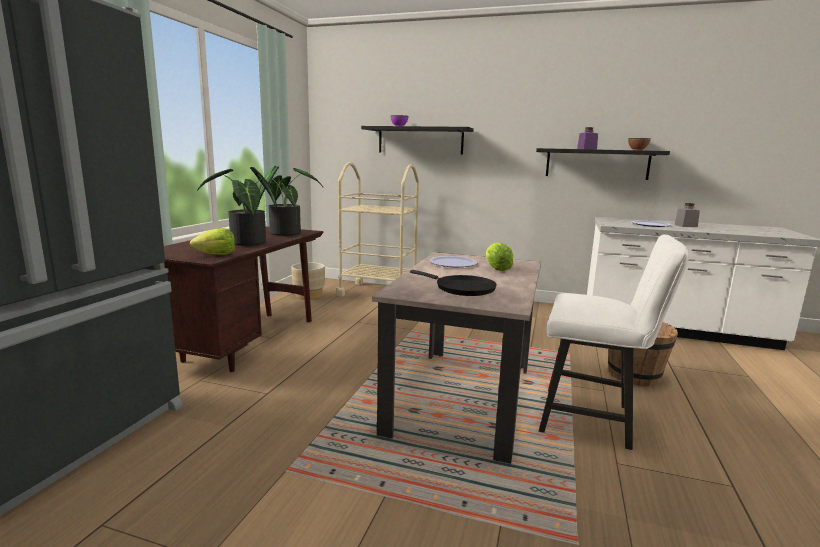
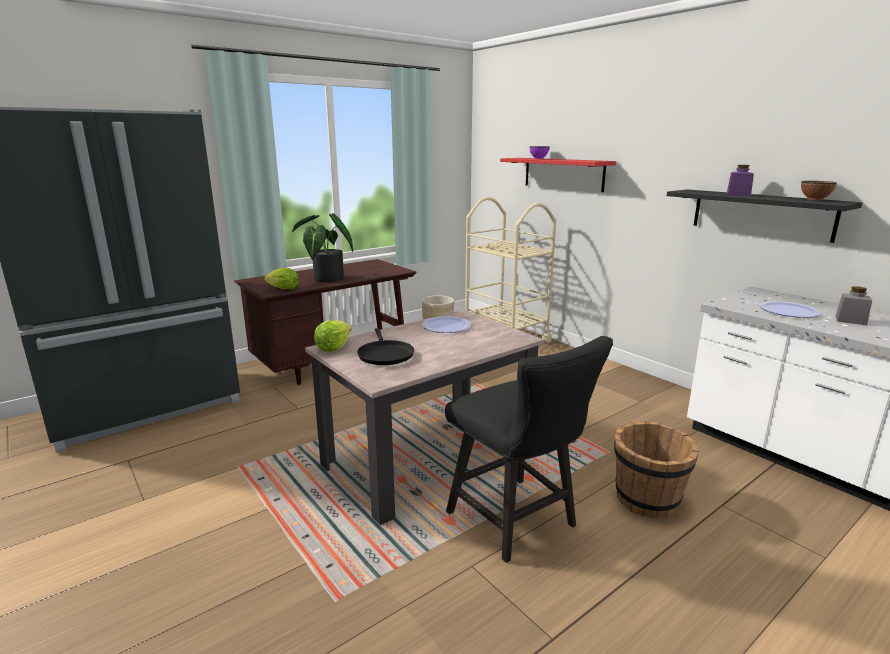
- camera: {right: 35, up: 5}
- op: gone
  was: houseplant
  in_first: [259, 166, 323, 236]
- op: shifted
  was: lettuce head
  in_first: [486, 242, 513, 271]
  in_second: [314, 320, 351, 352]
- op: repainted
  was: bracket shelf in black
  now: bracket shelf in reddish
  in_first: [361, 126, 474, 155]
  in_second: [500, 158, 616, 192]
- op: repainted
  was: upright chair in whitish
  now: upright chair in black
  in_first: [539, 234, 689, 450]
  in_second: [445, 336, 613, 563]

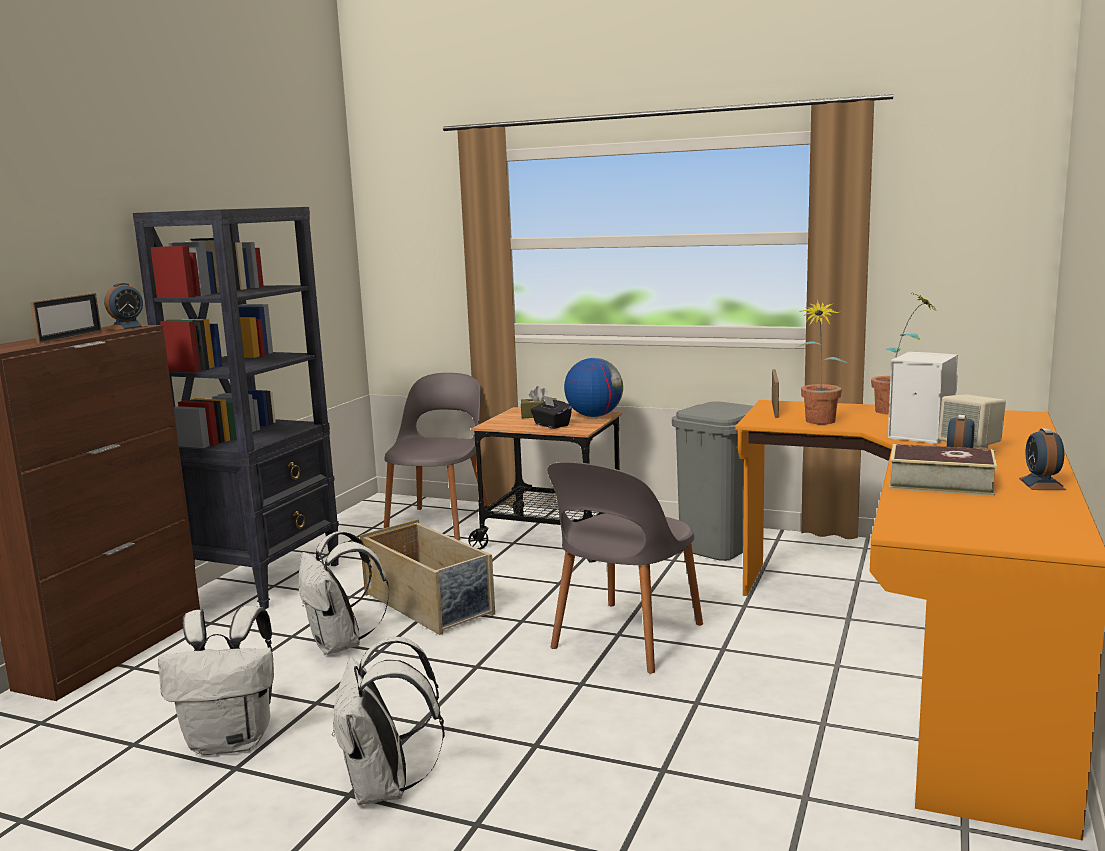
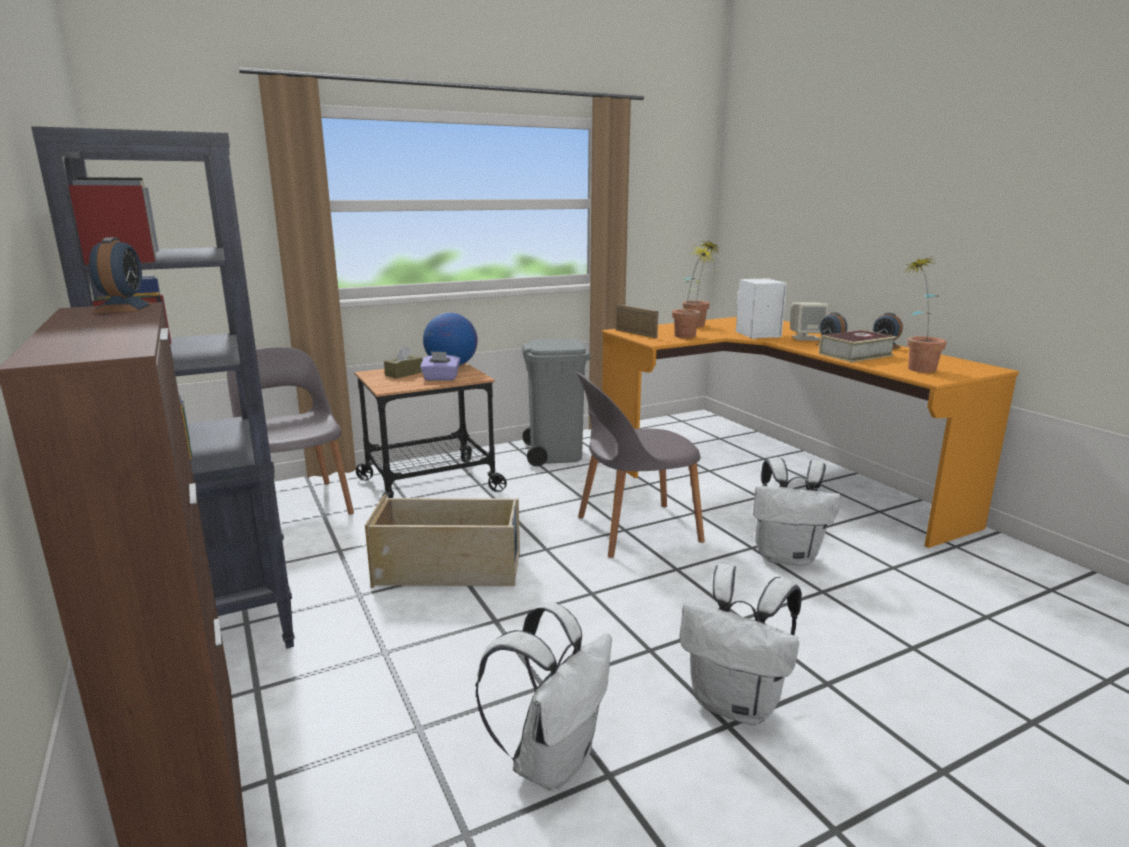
- camera: {right: -50, up: 5}
- op: gone
  was: standing frame
  in_first: [30, 293, 101, 344]
- op: new
  now: houseplant
  in_second: [906, 256, 947, 373]
- op: shifted
  was: backpack in whitish
  in_first: [299, 531, 390, 655]
  in_second: [753, 457, 841, 566]
- op: repainted
  was: tissue box in black
  now: tissue box in purple-coloured
  in_first: [530, 395, 572, 429]
  in_second: [420, 351, 460, 381]
- op: rotated
  was: upright chair in gray
  in_first: [548, 462, 703, 674]
  in_second: [576, 372, 705, 558]
  clockwise: 90

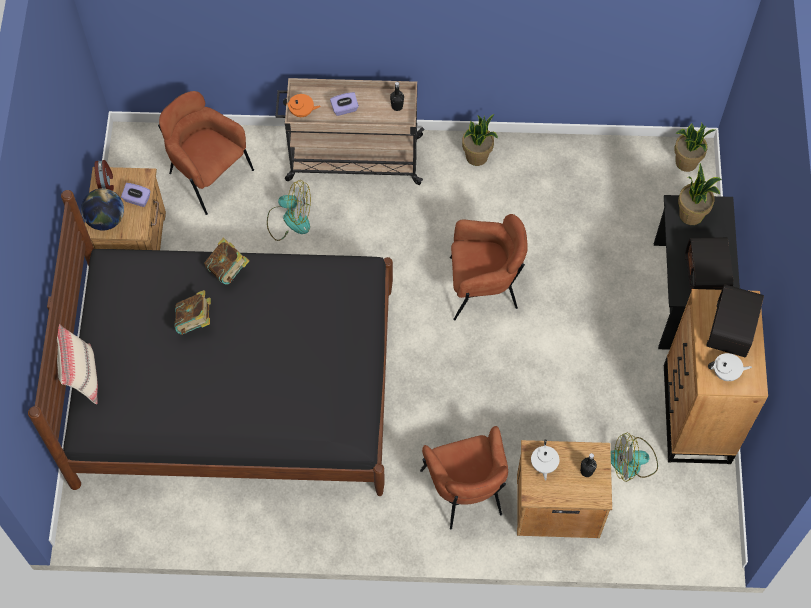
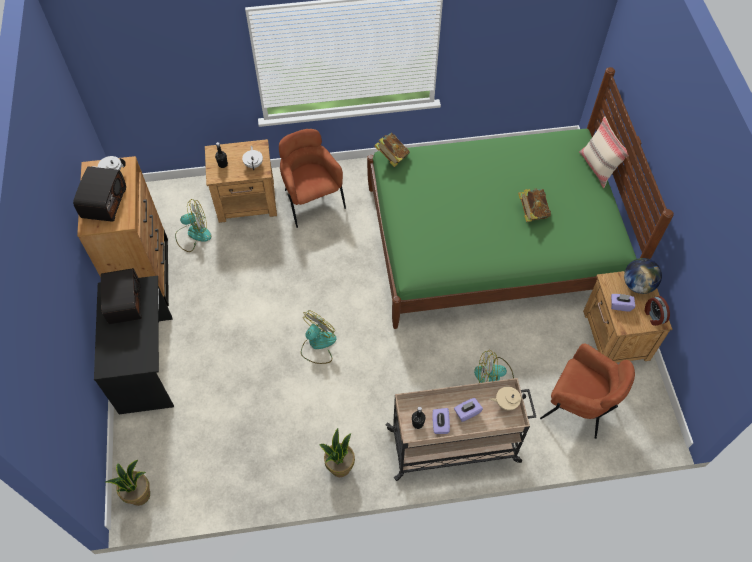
- camera: {right: 170, up: -5}
- op: gone
  was: houseplant
  in_first: [678, 163, 722, 225]
- op: new
  now: tissue box in purple-coloured
  in_second: [433, 408, 450, 434]
- op: shifted
  was: volume
  in_first: [204, 238, 250, 284]
  in_second: [374, 133, 410, 167]
- op: swapped
  was: lounge chair in brown-coloured
  now: cooling fan
  in_first: [450, 214, 528, 320]
  in_second: [301, 310, 337, 364]
- op: repainted
  was: bed in black
  now: bed in greenish
  in_first: [28, 190, 393, 496]
  in_second: [367, 67, 674, 329]
- op: repainted
  was: teapot in orangey
  now: teapot in beige-coloured
  in_first: [283, 94, 321, 118]
  in_second: [489, 387, 526, 410]

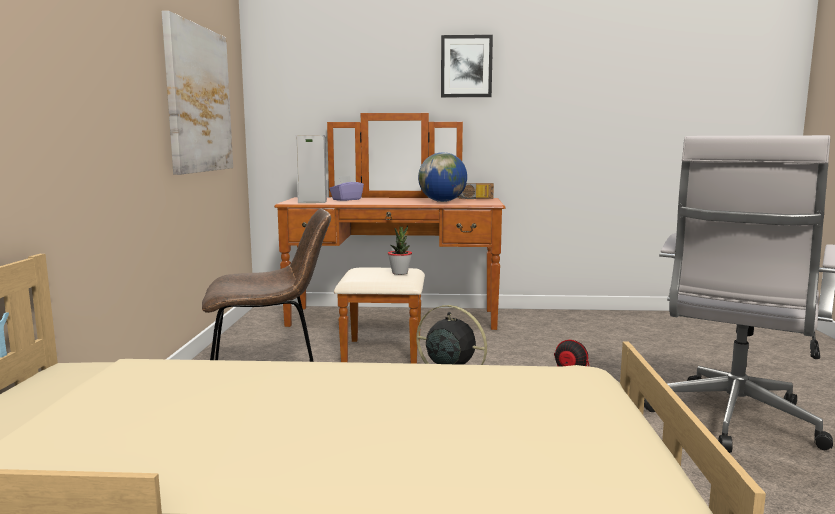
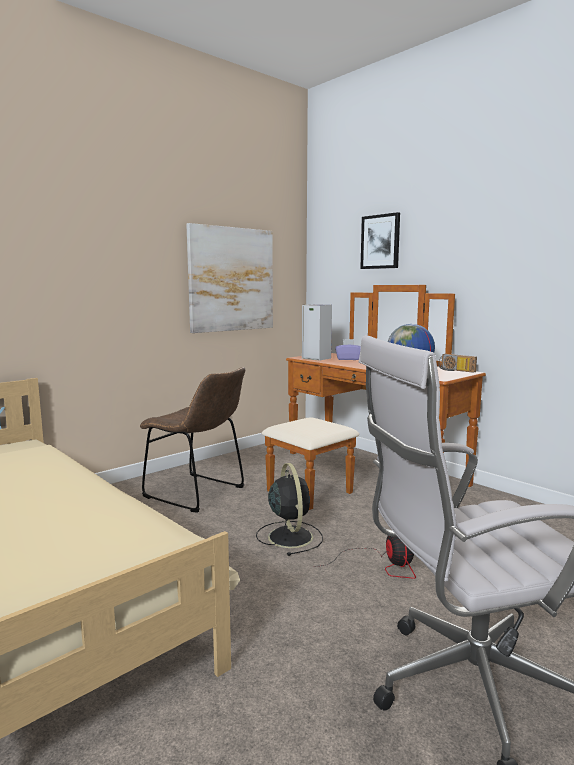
- camera: {right: 45, up: 0}
- op: gone
  was: houseplant
  in_first: [388, 225, 412, 275]
- op: shifted
  was: wall picture
  in_first: [441, 35, 493, 97]
  in_second: [360, 212, 400, 269]

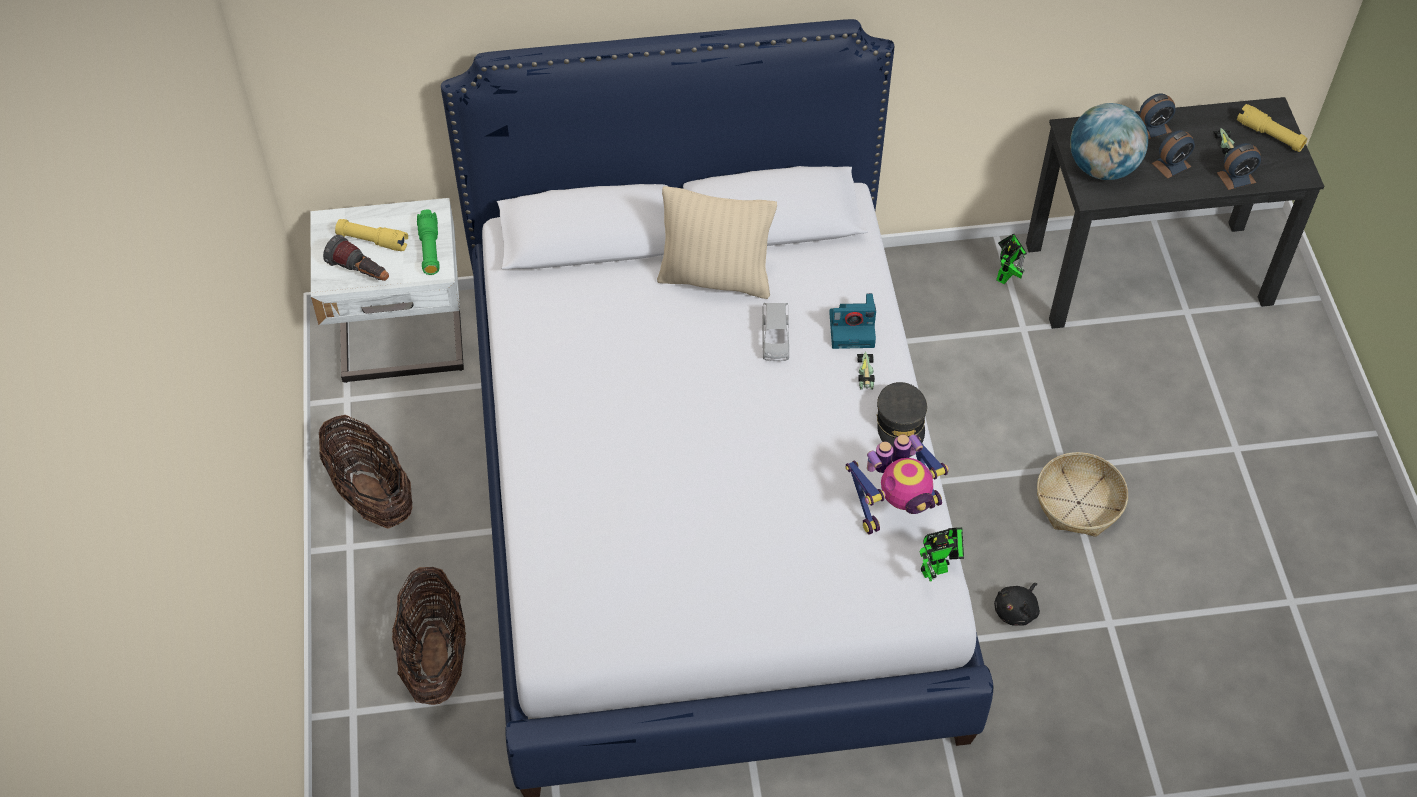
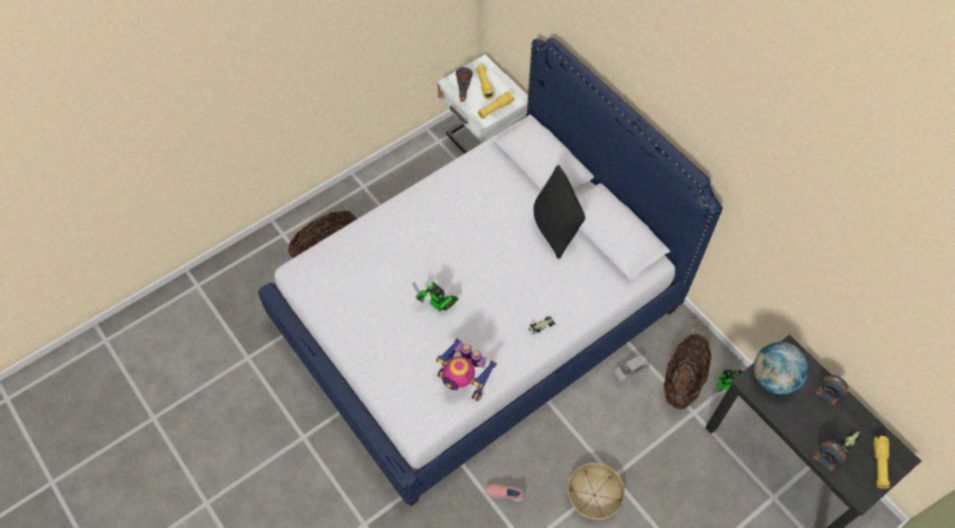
- camera: {right: 60, up: 5}
- op: gone
  was: photo camera
  in_first: [829, 293, 876, 349]
- op: gone
  was: baseball cap in gray
  in_first: [876, 382, 927, 457]
- op: gone
  was: bedside clock
  in_first: [1152, 130, 1195, 179]
- op: shifted
  was: basket
  in_first: [319, 415, 412, 529]
  in_second: [664, 334, 712, 410]
- op: shifted
  was: model car in gray
  in_first: [762, 303, 789, 361]
  in_second: [613, 354, 650, 383]
- op: shifted
  was: model robot
  in_first: [919, 527, 964, 582]
  in_second: [413, 282, 459, 312]
- op: swapped
  was: cuddly toy in black
  now: shoe in pink
  in_first: [994, 583, 1040, 625]
  in_second: [485, 484, 524, 501]
- op: repainted
  was: flashlight in greenish
  now: flashlight in yellow
  in_first: [417, 210, 440, 275]
  in_second: [478, 92, 514, 119]
- op: repainted
  was: throw pillow in beige-coloured
  now: throw pillow in black
  in_first: [657, 186, 777, 299]
  in_second: [533, 165, 585, 259]

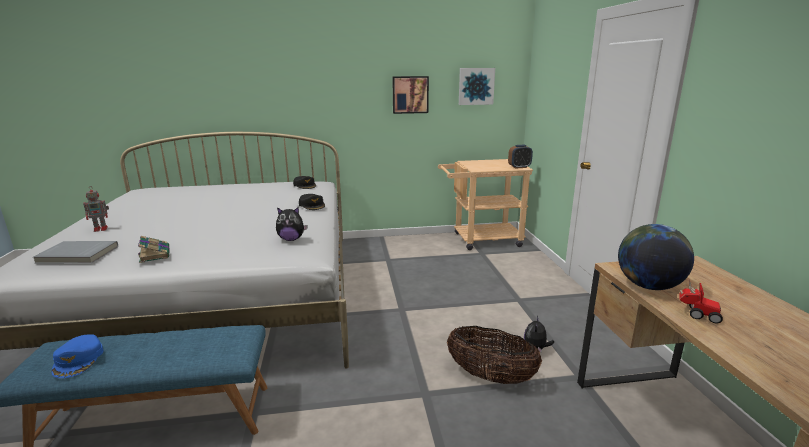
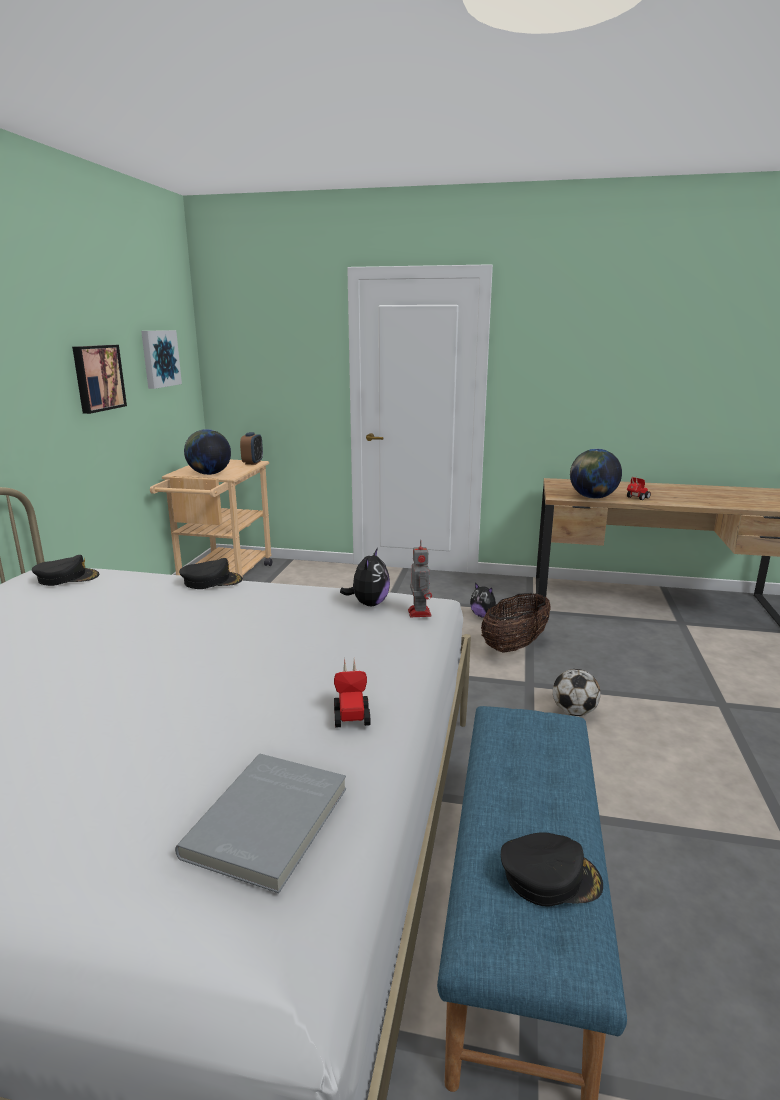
- camera: {right: -70, up: 0}
- op: new
  now: world globe
  in_second: [184, 429, 231, 475]
- op: new
  now: football
  in_second: [553, 669, 601, 716]
- op: shifted
  was: model robot
  in_first: [83, 186, 109, 232]
  in_second: [408, 540, 432, 617]
- op: swapped
  was: volume
  now: model car
  in_first: [138, 236, 170, 263]
  in_second: [334, 659, 370, 728]
- op: repainted
  was: baseball cap in blue
  now: baseball cap in black
  in_first: [52, 334, 103, 378]
  in_second: [501, 832, 603, 907]

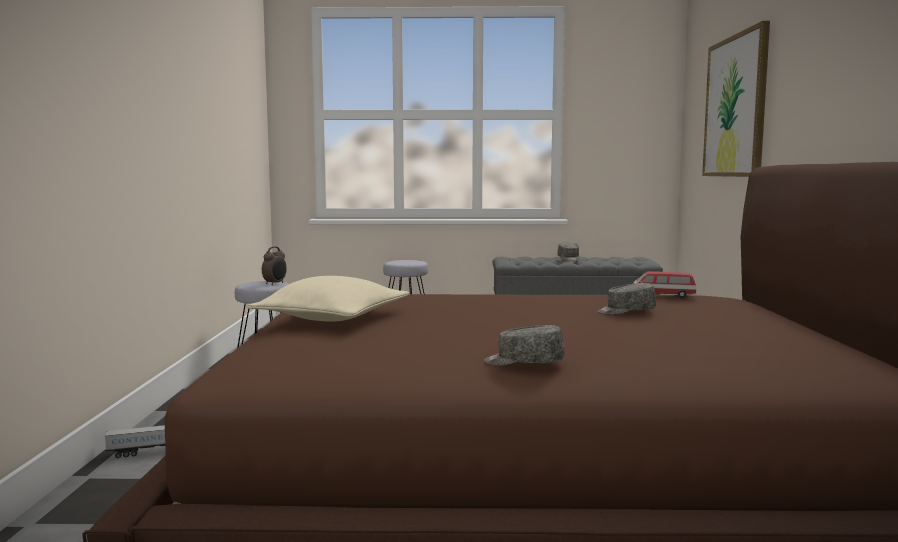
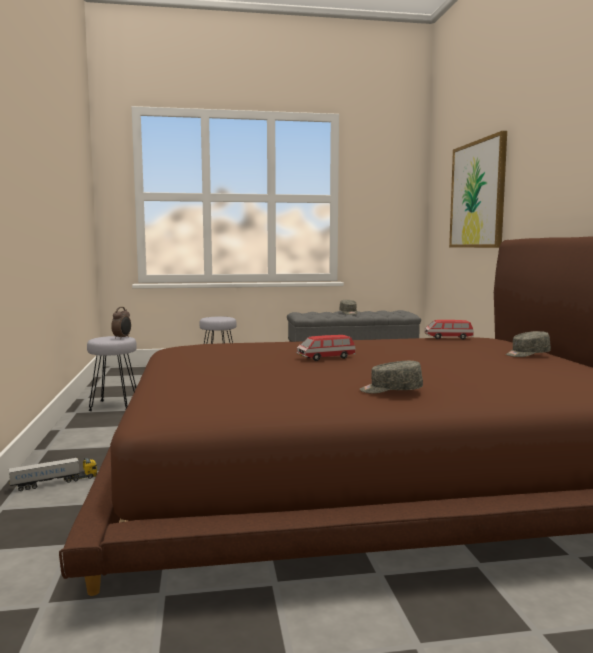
- camera: {right: -10, up: 0}
- op: gone
  was: throw pillow in beige-coloured
  in_first: [247, 276, 409, 322]
- op: new
  now: model car
  in_second: [296, 335, 356, 361]
- op: shifted
  was: baseball cap in gray
  in_first: [597, 283, 656, 315]
  in_second: [506, 331, 551, 357]

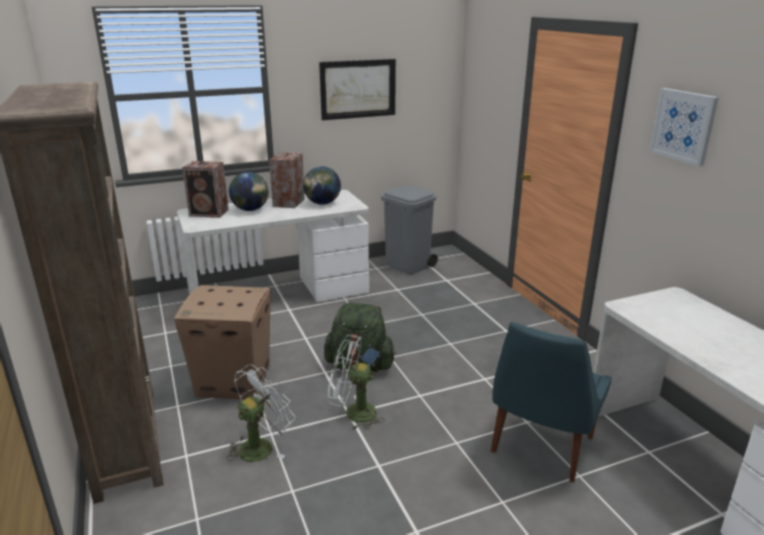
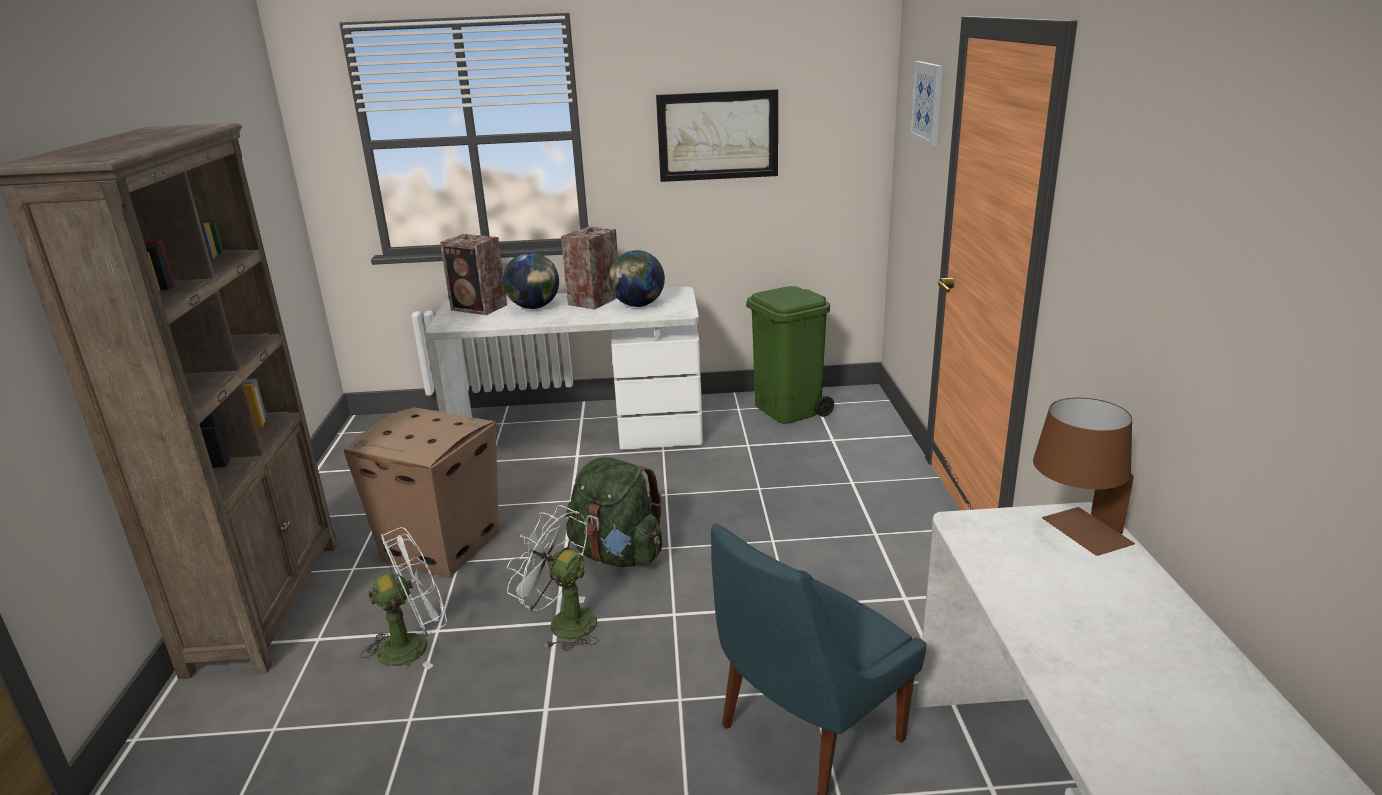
- camera: {right: 20, up: 0}
- op: new
  now: tabletop lamp in brown-coloured
  in_second: [1033, 398, 1135, 556]
- op: shifted
  was: wall picture
  in_first: [649, 88, 719, 166]
  in_second: [909, 61, 943, 146]
- op: repainted
  was: rubbish bin in gray
  now: rubbish bin in greenish
  in_first: [381, 186, 438, 274]
  in_second: [746, 286, 834, 424]

